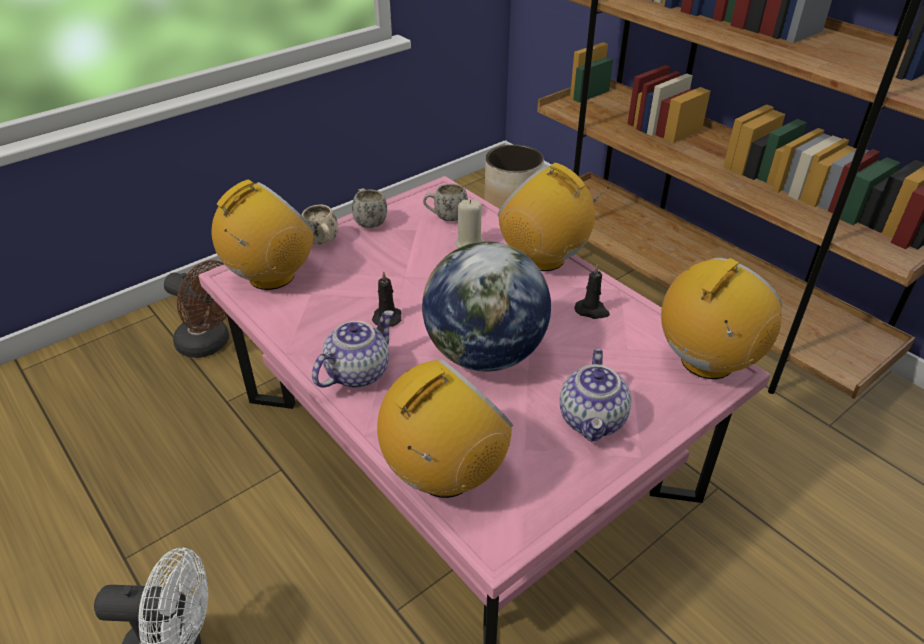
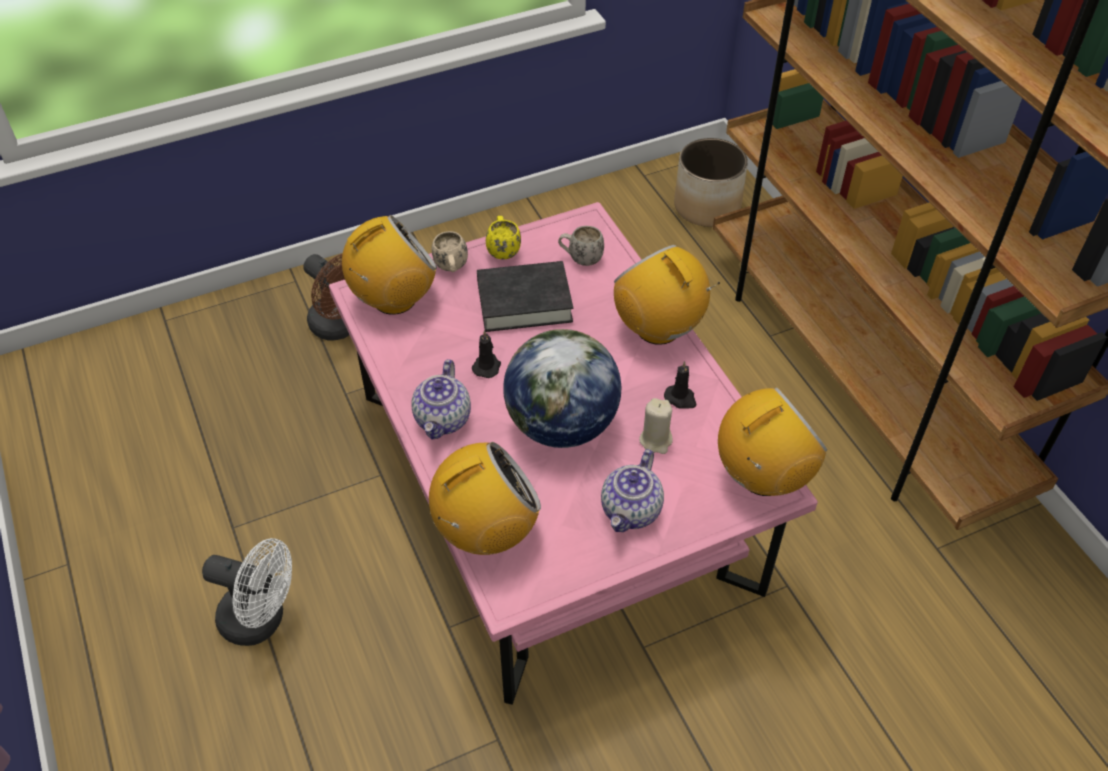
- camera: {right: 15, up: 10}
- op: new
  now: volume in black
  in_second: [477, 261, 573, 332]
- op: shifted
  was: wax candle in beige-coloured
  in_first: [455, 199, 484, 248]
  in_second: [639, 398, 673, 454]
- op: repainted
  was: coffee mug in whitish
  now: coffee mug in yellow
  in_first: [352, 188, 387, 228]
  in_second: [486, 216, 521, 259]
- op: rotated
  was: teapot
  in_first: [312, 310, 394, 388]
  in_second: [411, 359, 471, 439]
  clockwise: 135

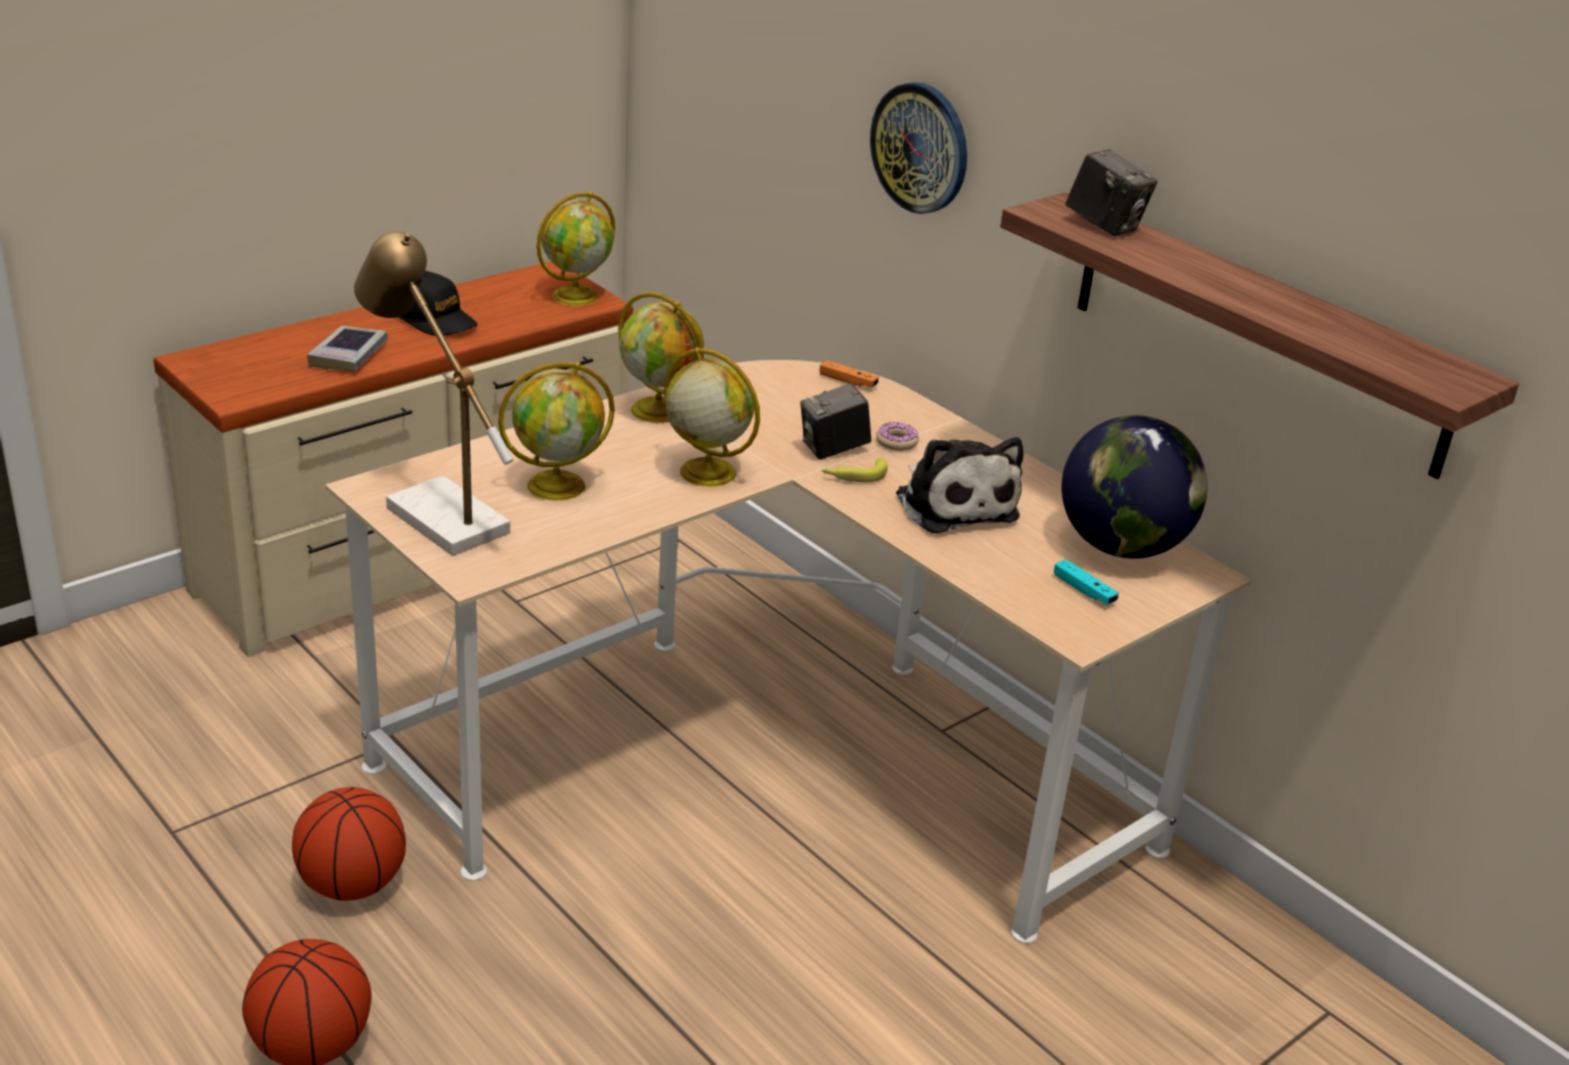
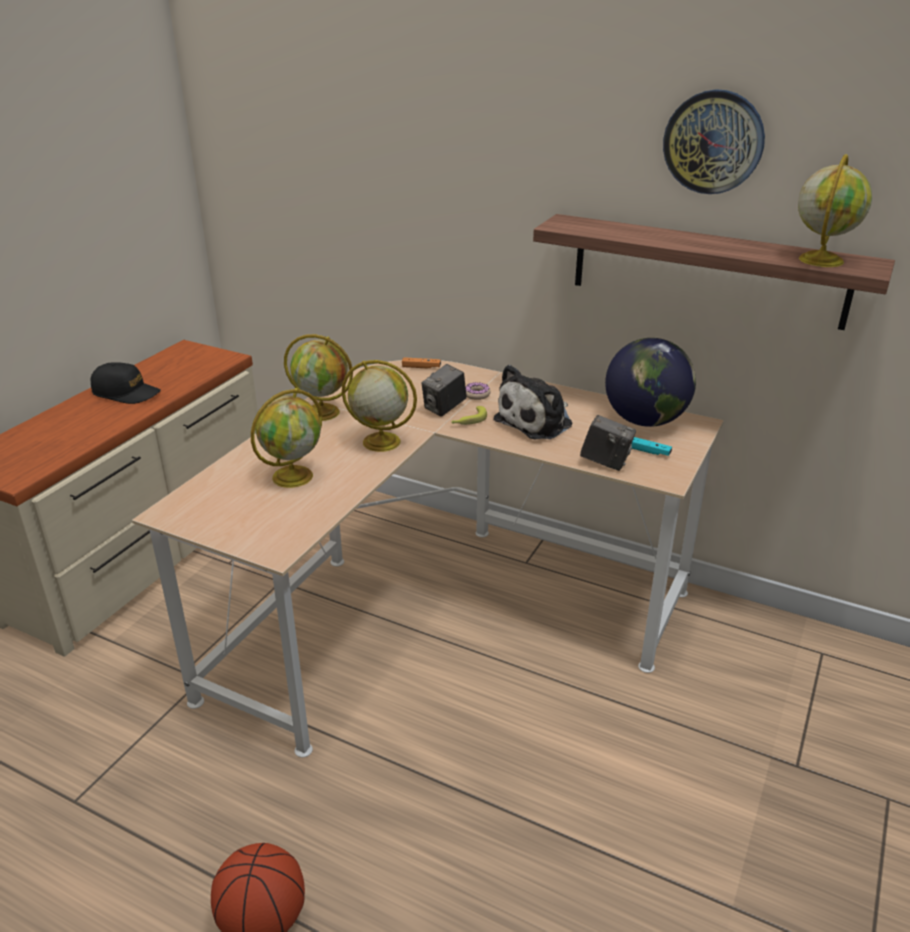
- camera: {right: -20, up: 0}
- op: gone
  was: basketball
  in_first: [292, 787, 406, 901]
- op: gone
  was: volume
  in_first: [307, 326, 388, 371]
- op: gone
  was: tabletop lamp
  in_first: [354, 231, 514, 556]
- op: shifted
  was: world globe
  in_first: [536, 192, 615, 306]
  in_second: [798, 154, 872, 267]
- op: shifted
  was: wall clock
  in_first: [870, 82, 967, 214]
  in_second: [663, 89, 765, 194]
- op: shifted
  was: photo camera
  in_first: [1065, 149, 1158, 236]
  in_second: [580, 415, 636, 471]
- op: rotated
  was: cuddly toy
  in_first: [896, 437, 1023, 534]
  in_second: [493, 365, 572, 440]
  clockwise: 90

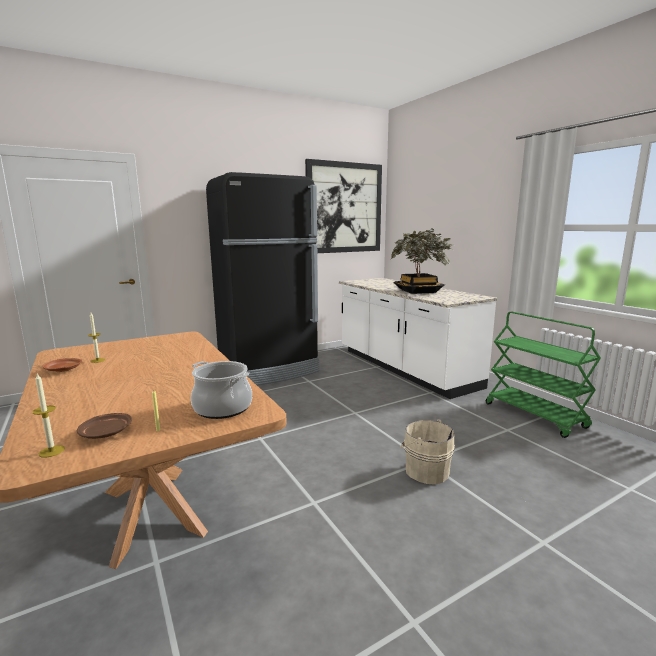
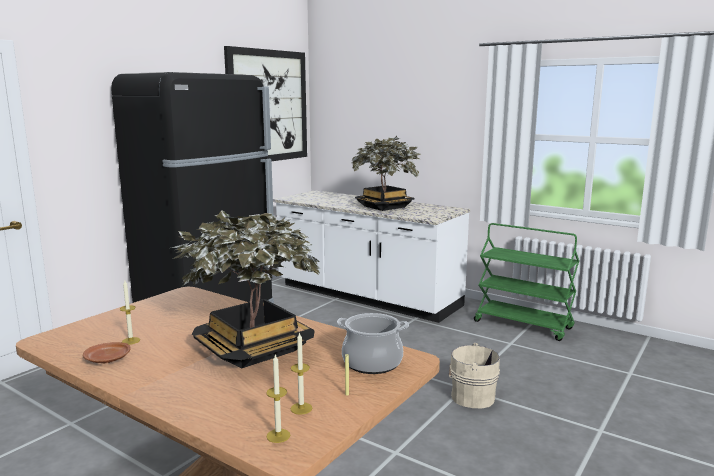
- camera: {right: -25, up: 0}
- op: new
  now: houseplant
  in_second: [172, 210, 320, 368]
- op: swapped
  was: flat dish in brown-coloured
  now: wax candle
  in_first: [77, 413, 132, 439]
  in_second: [290, 332, 312, 415]

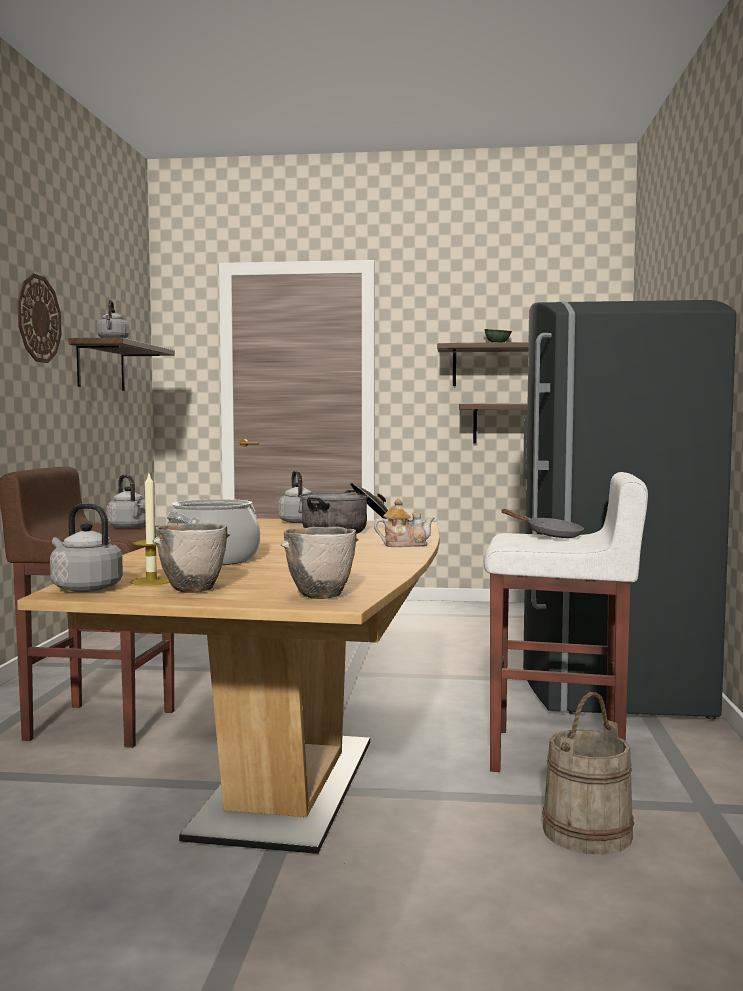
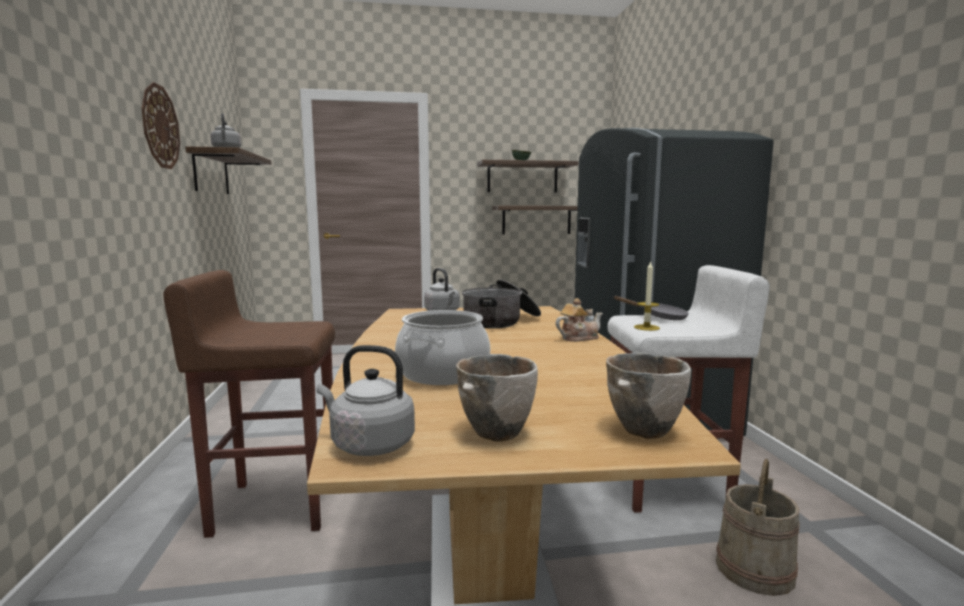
- camera: {right: -15, up: 5}
- op: gone
  was: tea kettle in gray
  in_first: [107, 474, 146, 528]
- op: shifted
  was: wax candle
  in_first: [130, 474, 170, 585]
  in_second: [634, 261, 660, 331]

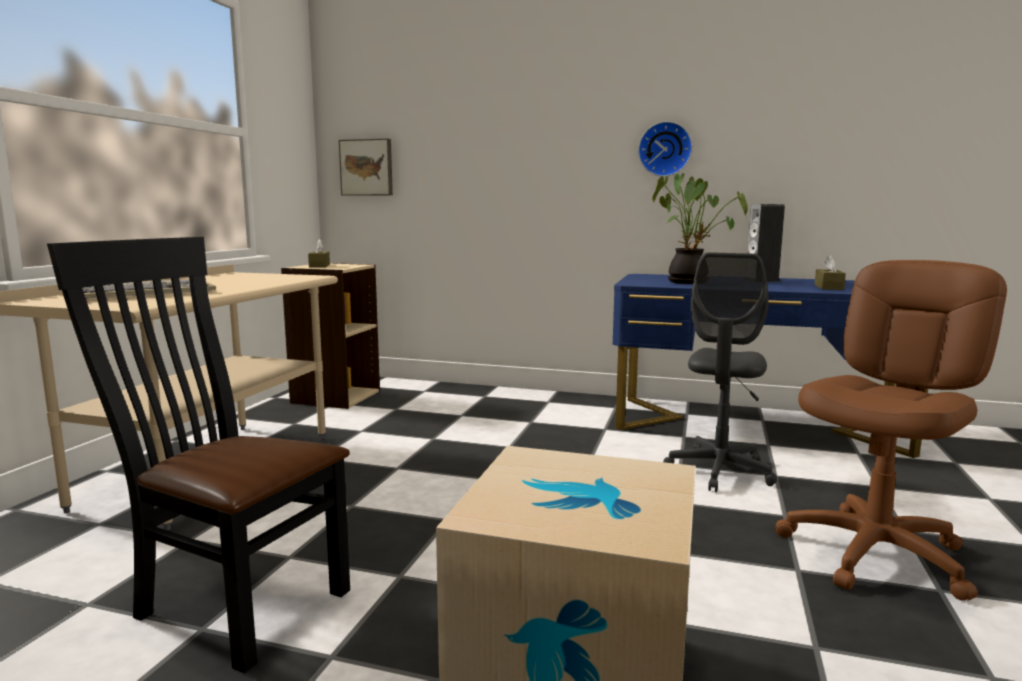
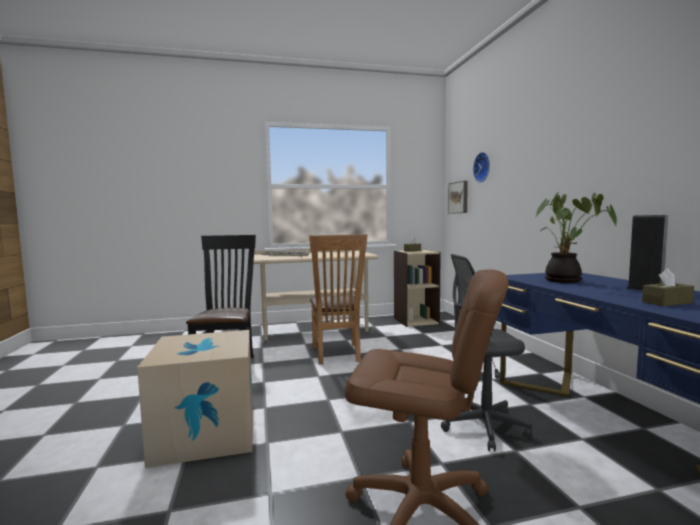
- camera: {right: 60, up: -5}
- op: new
  now: upright chair in brown-coloured
  in_second: [309, 234, 367, 365]
- op: shifted
  was: wall clock
  in_first: [638, 121, 693, 177]
  in_second: [473, 152, 490, 183]

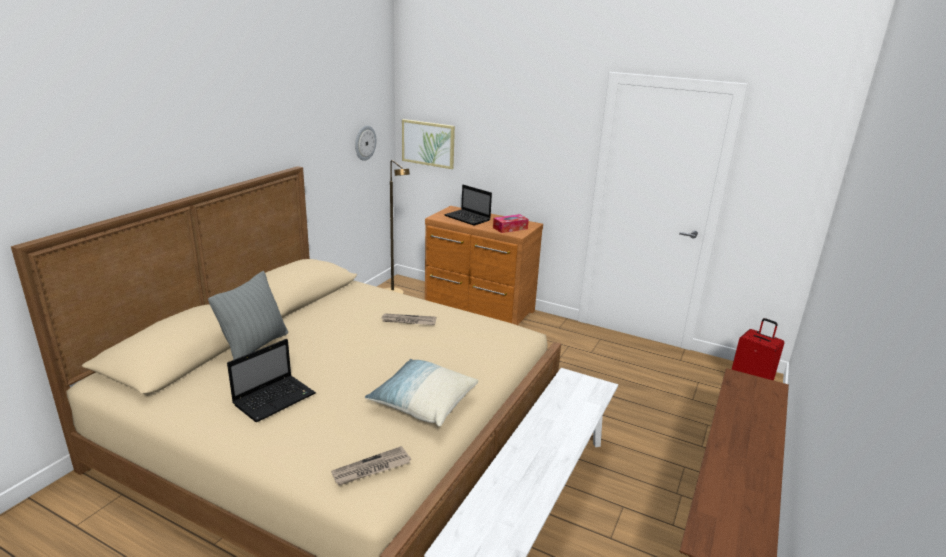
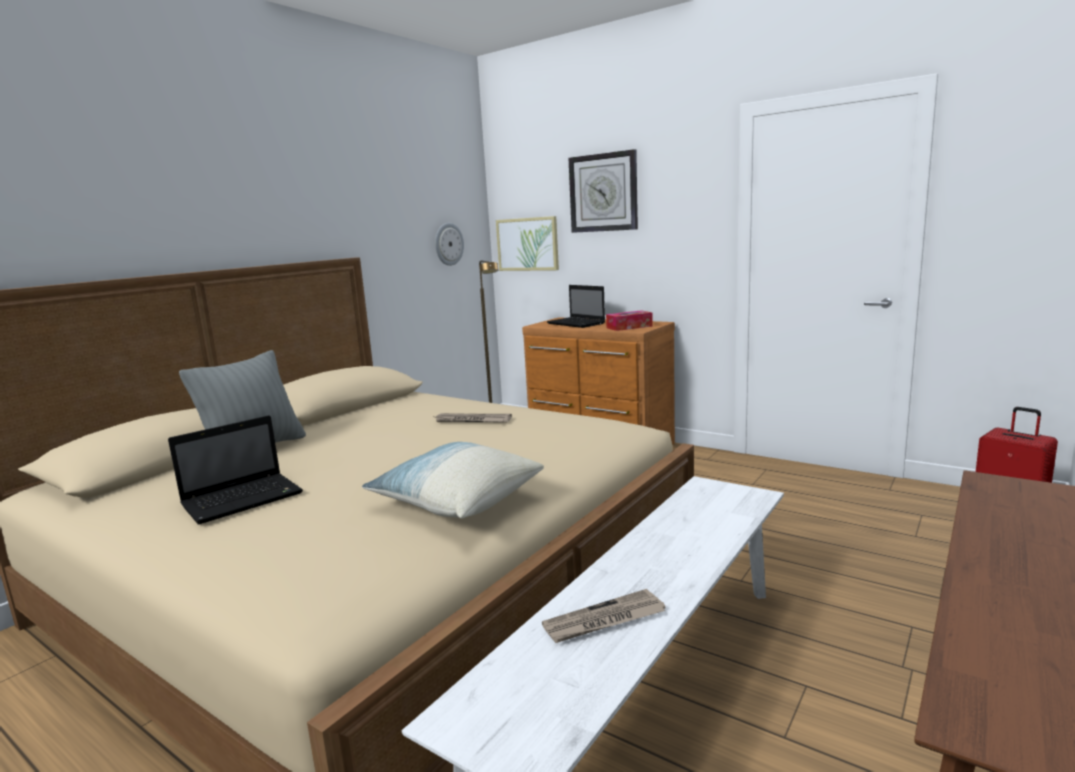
- camera: {right: 10, up: -10}
- op: new
  now: wall clock
  in_second: [568, 149, 638, 233]
- op: shifted
  was: printed paper
  in_first: [331, 446, 411, 486]
  in_second: [542, 589, 666, 643]

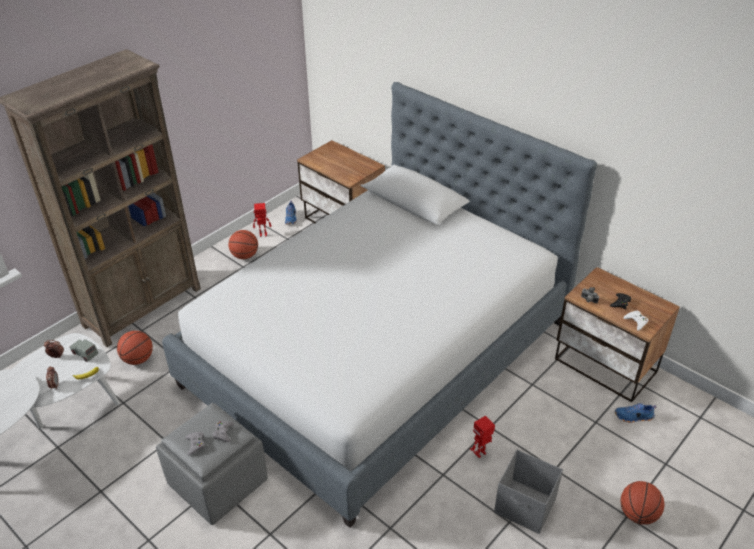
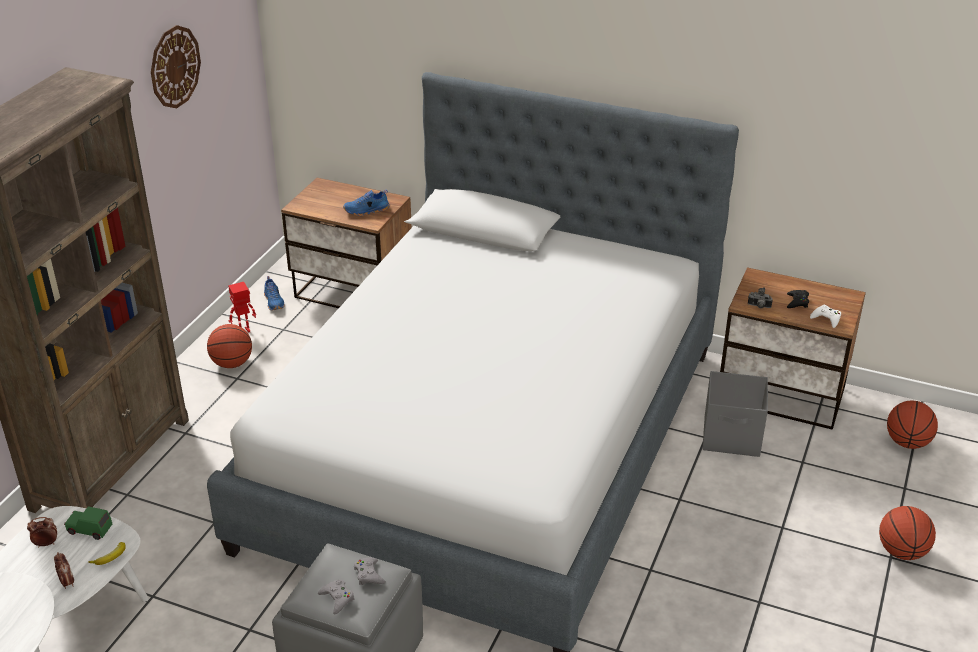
- camera: {right: -20, up: -5}
- op: gone
  was: model robot
  in_first: [470, 416, 495, 458]
- op: new
  now: wall clock
  in_second: [151, 25, 201, 108]
- op: shifted
  was: basketball
  in_first: [117, 331, 153, 365]
  in_second: [887, 400, 938, 449]
- op: shifted
  was: storage bin in gray
  in_first: [494, 450, 563, 534]
  in_second: [703, 371, 768, 457]
- op: shifted
  was: shoe in blue
  in_first: [615, 403, 656, 423]
  in_second: [343, 190, 390, 216]
- op: repainted
  was: model car in gray
  now: model car in greenish
  in_first: [70, 339, 98, 362]
  in_second: [64, 507, 112, 540]

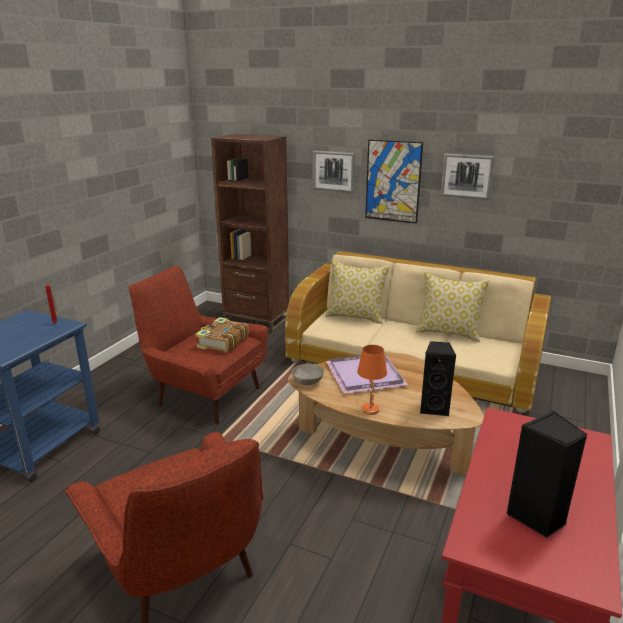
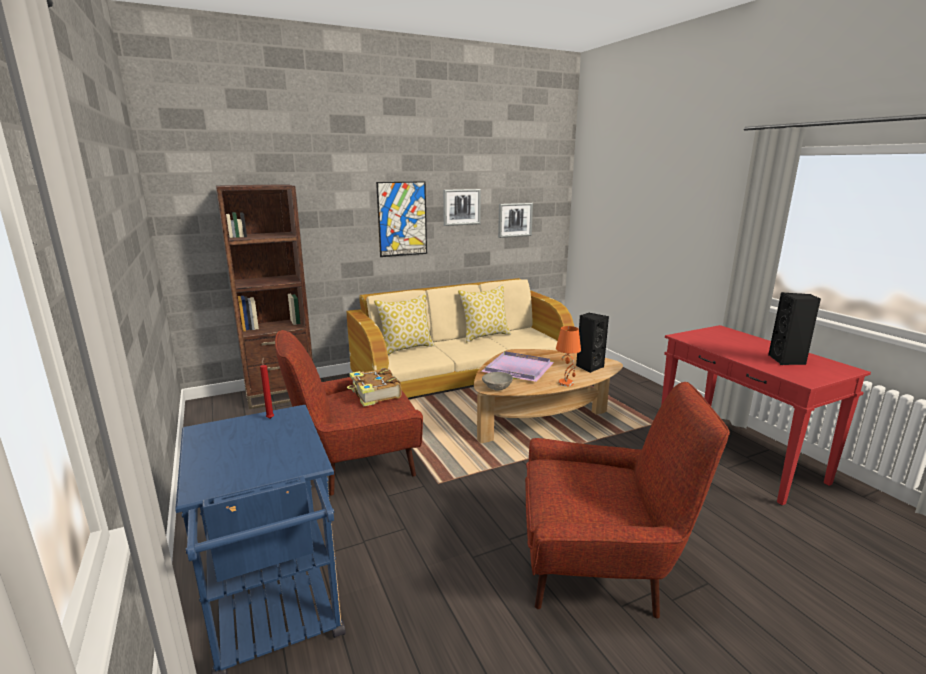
- camera: {right: -50, up: -5}
- op: shifted
  was: wall picture
  in_first: [313, 150, 355, 193]
  in_second: [498, 203, 533, 238]

